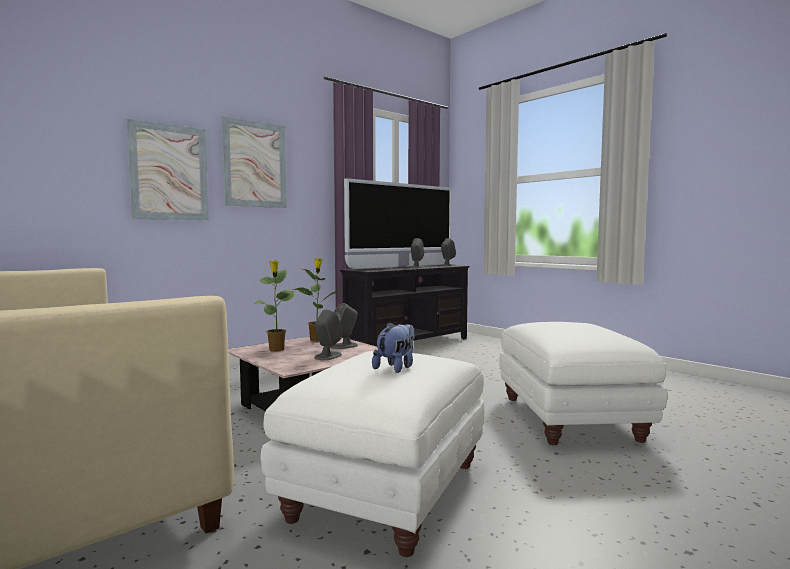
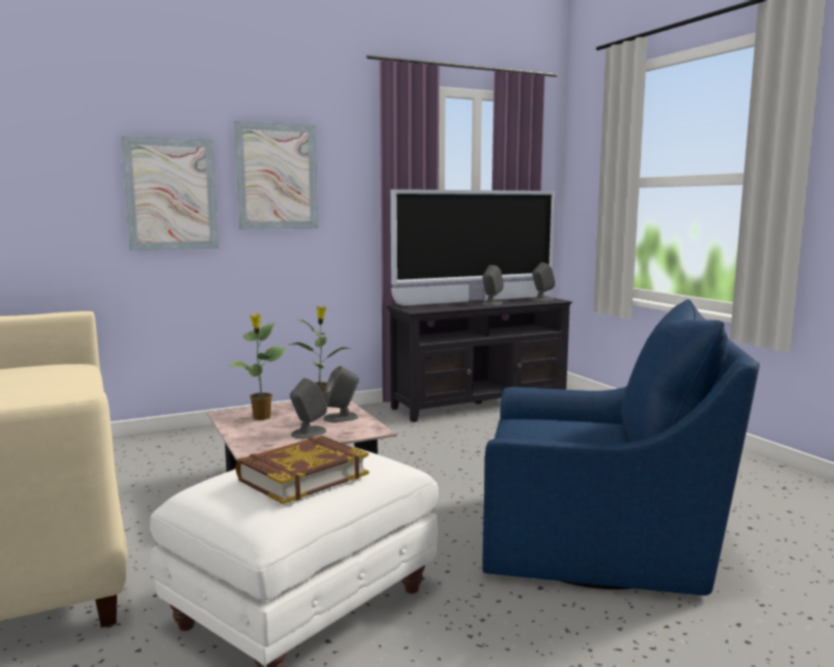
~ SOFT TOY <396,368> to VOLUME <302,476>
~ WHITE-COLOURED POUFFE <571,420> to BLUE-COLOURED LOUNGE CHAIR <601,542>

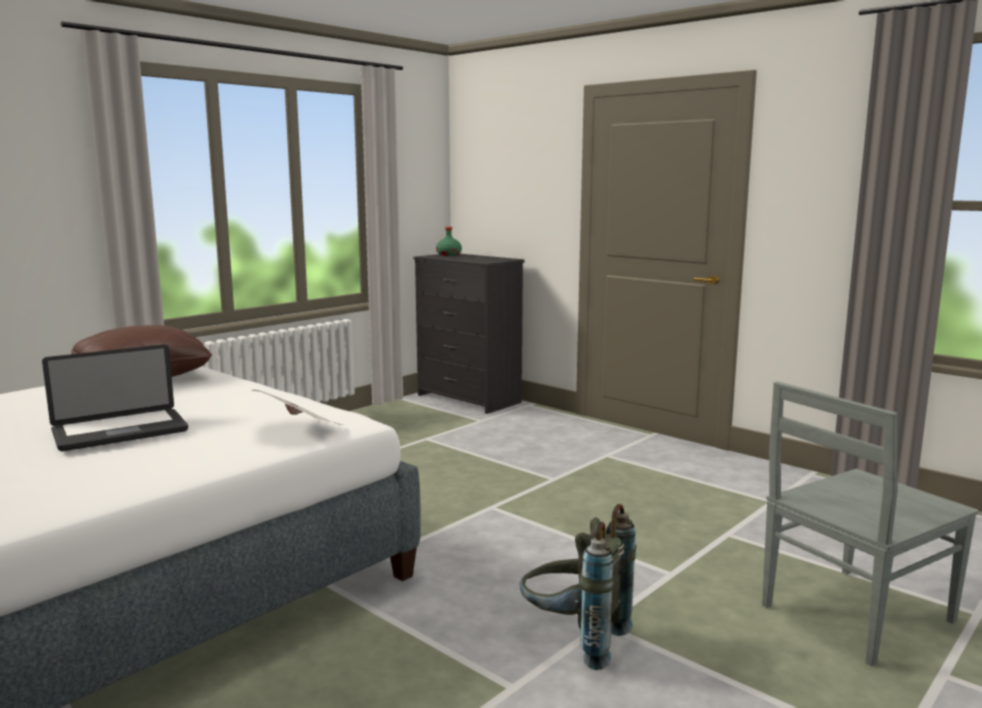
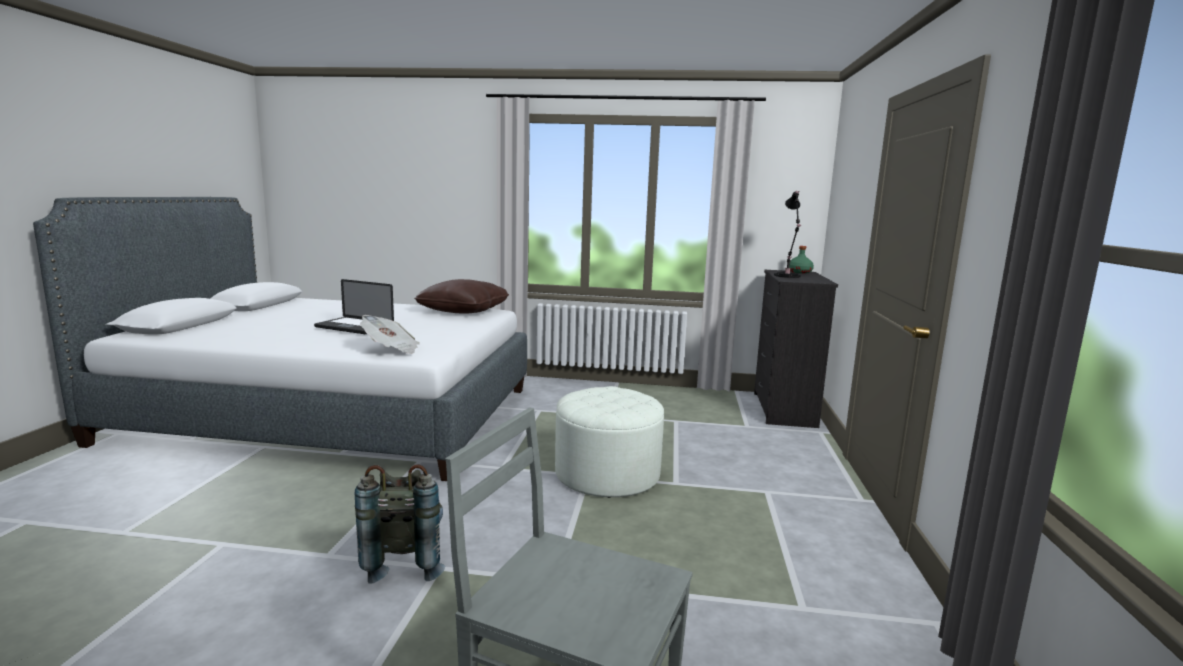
+ WHITE-COLOURED POUFFE <607,474>
+ BLACK-COLOURED TABLE LAMP <787,276>

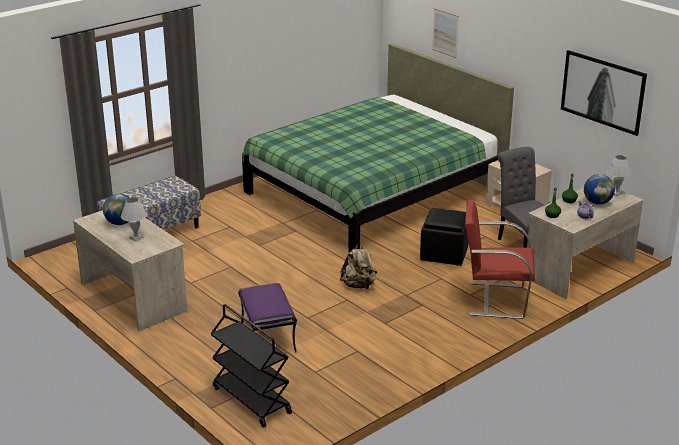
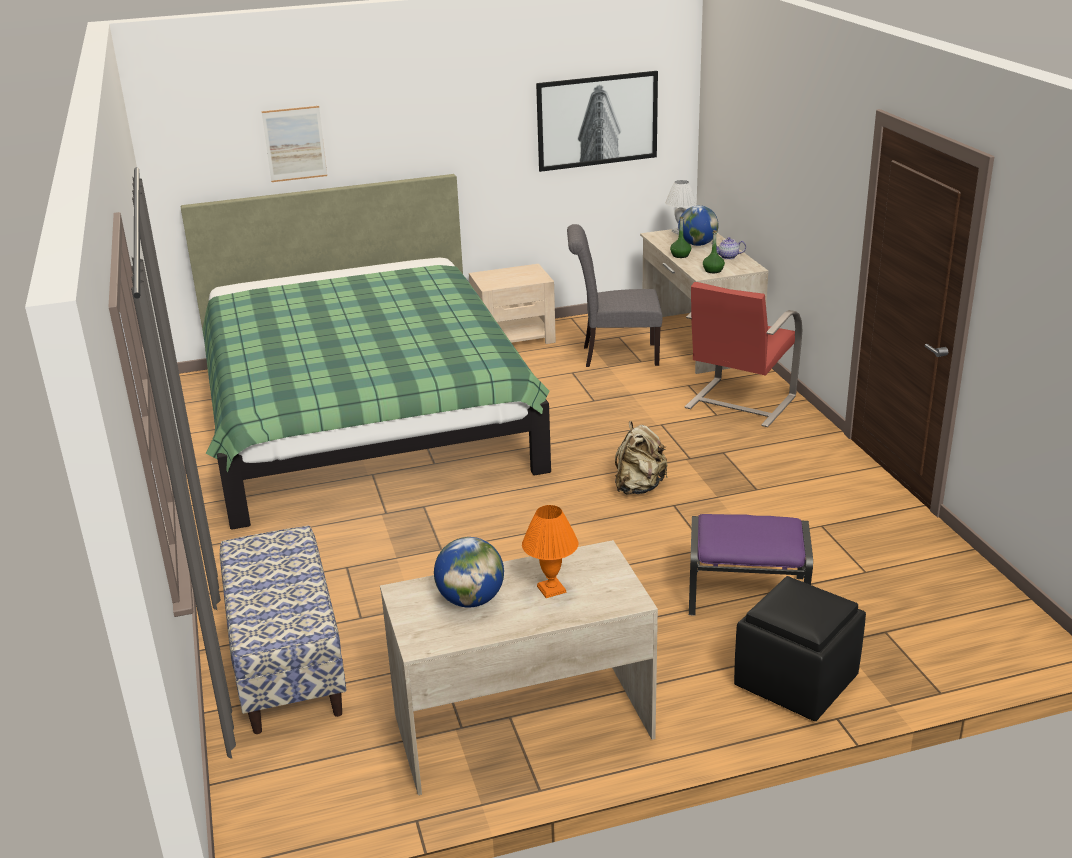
- BLACK-COLOURED TROLLEY <251,400>
~ BLACK-COLOURED POUFFE <443,254> to <796,682>
~ WHITE-COLOURED TABLE LAMP <136,238> to ORANGEY TABLE LAMP <552,589>

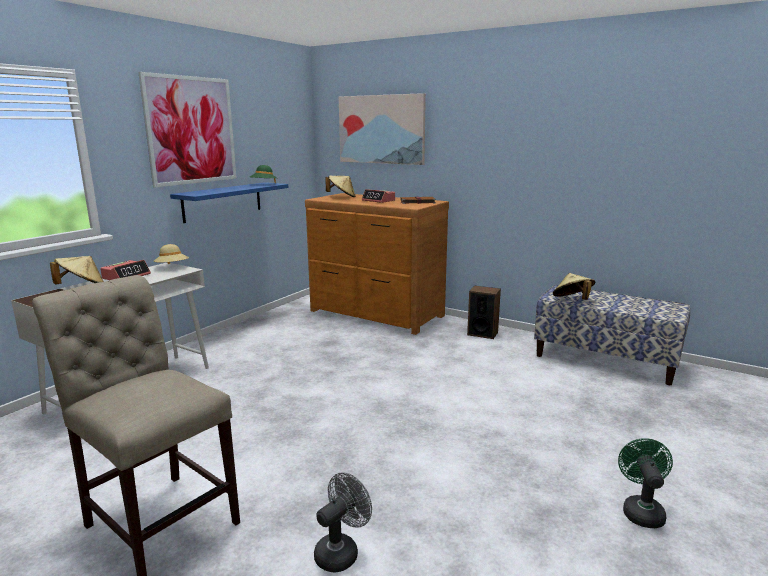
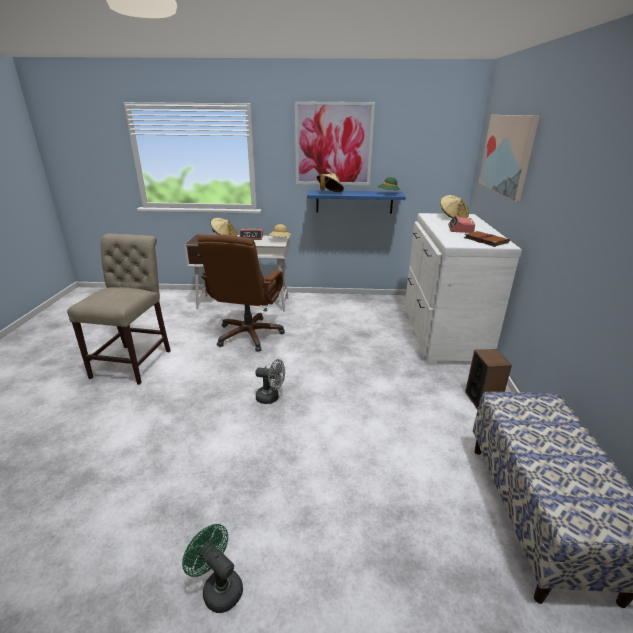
+ BROWN COMPUTER CHAIR <249,335>
~ GRAY FAN <341,551> to <271,397>
~ SAND-COLOURED WEARABLE HAT <572,300> to <329,193>
~ BROWN DRAWER CHEST <375,314> to WHITE-COLOURED DRAWER CHEST <441,333>
~ GREEN-COLOURED FAN <641,510> = <218,587> 120 degrees counterclockwise

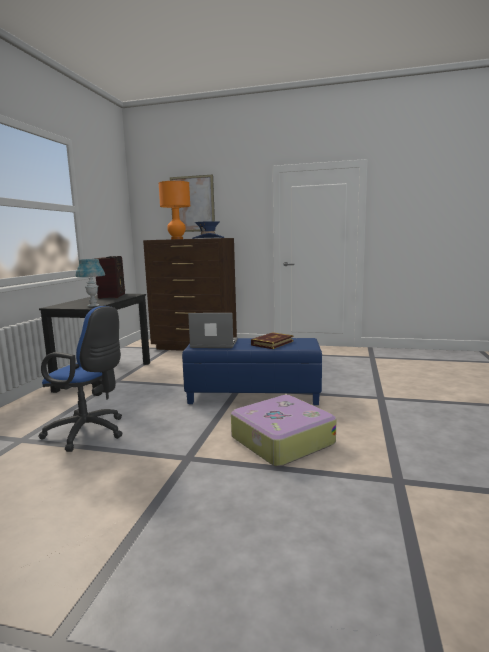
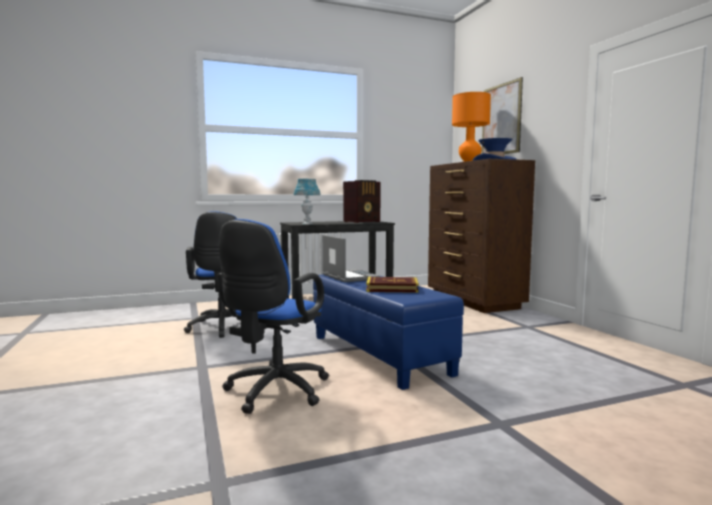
~ TRAVEL CASE <281,440> to BLUE-COLOURED COMPUTER CHAIR <273,393>

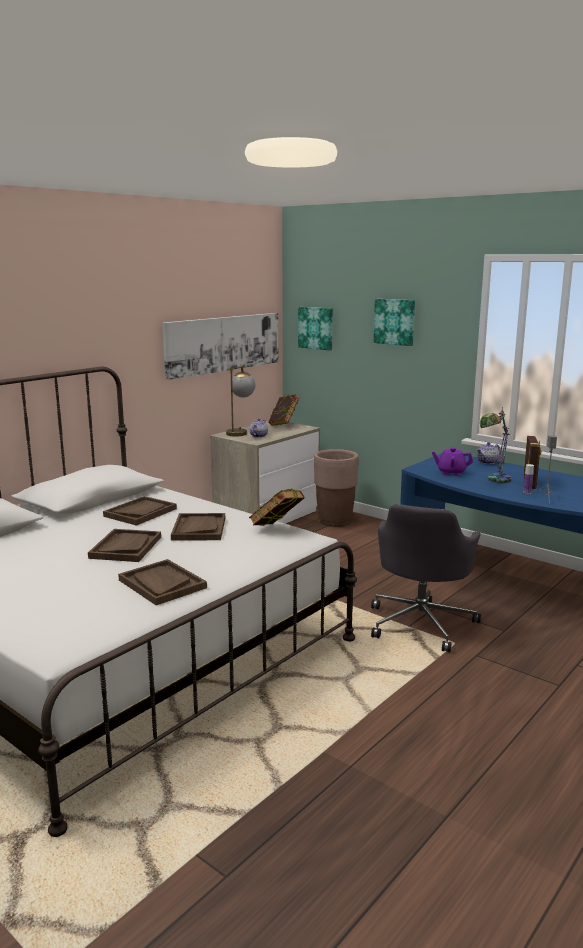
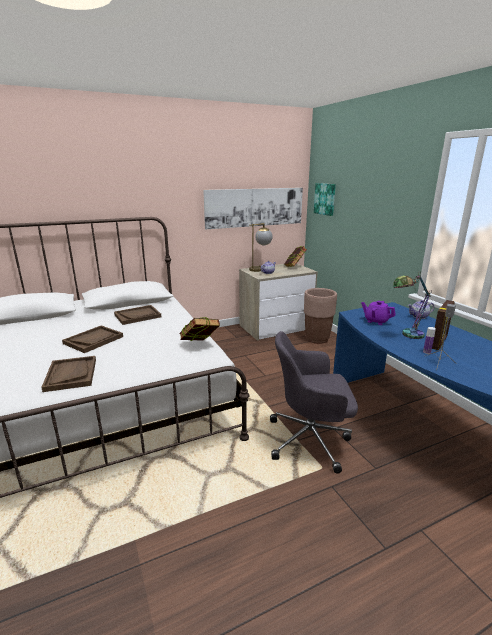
- BROWN SERVING TRAY <199,529>
- WALL ART <395,321>
~ GRAY COMPUTER CHAIR <421,623> = <310,440> 45 degrees clockwise

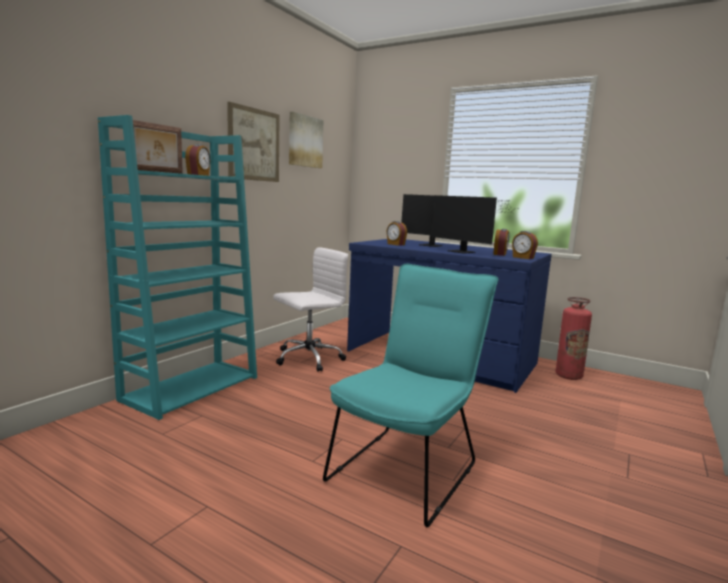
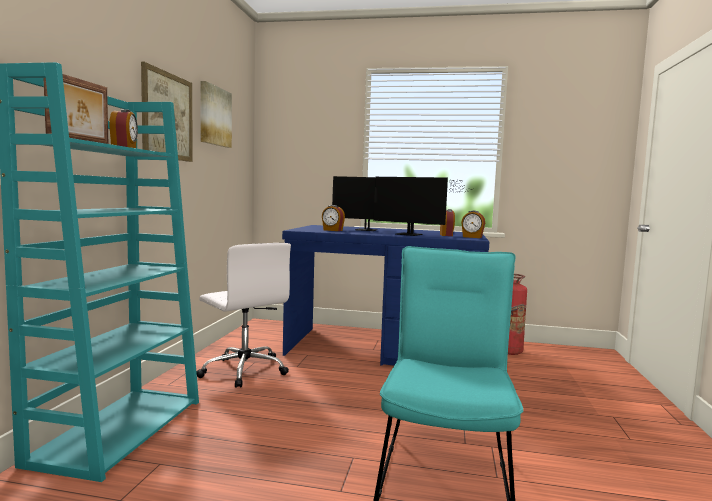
~ WHITE-COLOURED COMPUTER CHAIR <307,358> = <244,370> 105 degrees clockwise

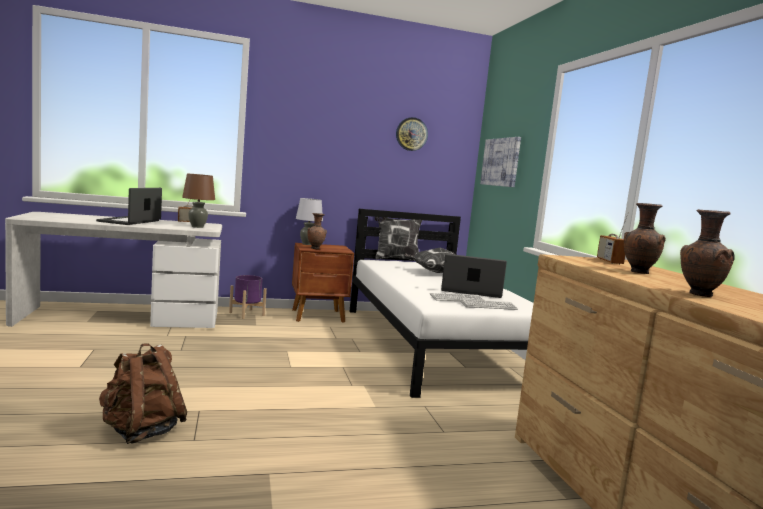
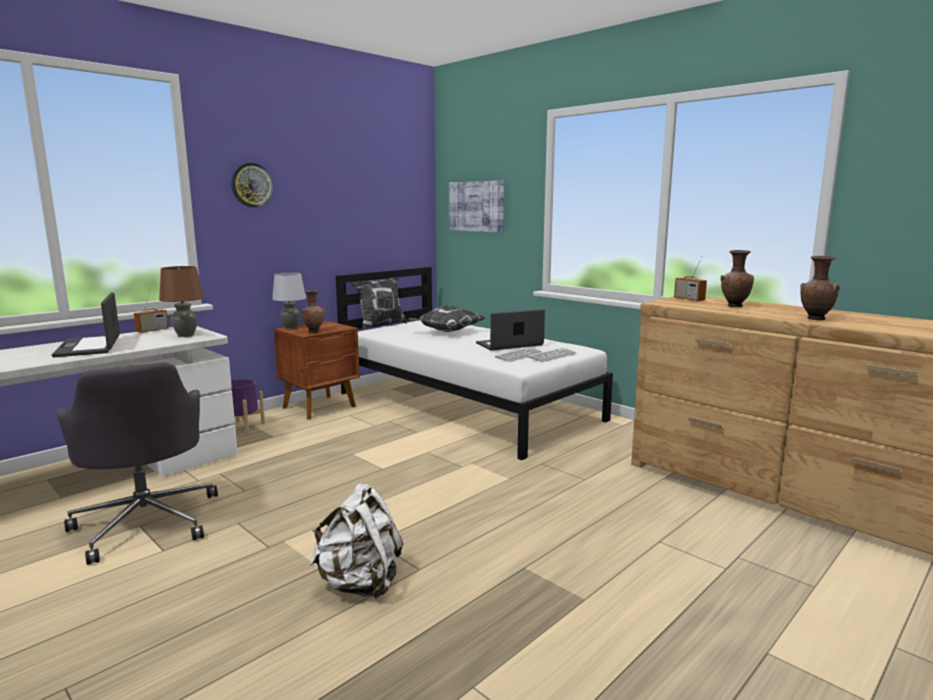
+ GRAY COMPUTER CHAIR <147,522>
~ CLOCK ON THE WALL <411,134> to <252,185>
~ BROWN KNAPSACK <141,431> to WHITE-COLOURED KNAPSACK <359,584>

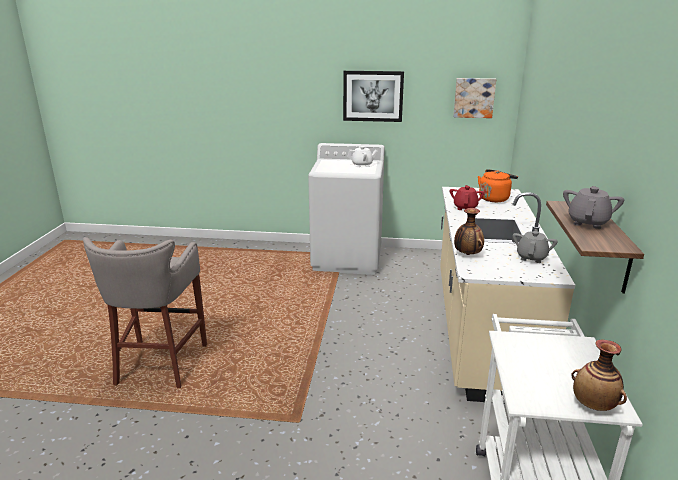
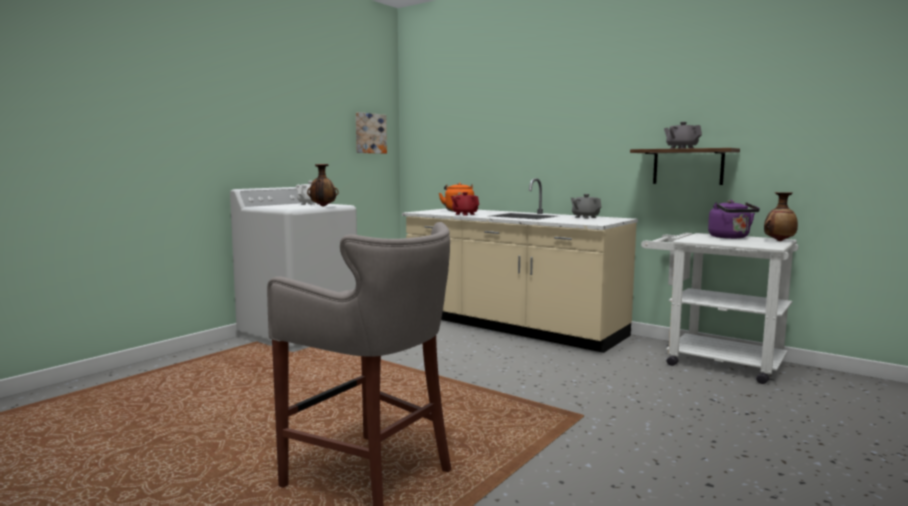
- WALL ART <373,96>
+ PURPLE WATER KETTLE <730,237>
~ DECORATIVE VASE <467,254> to <323,206>

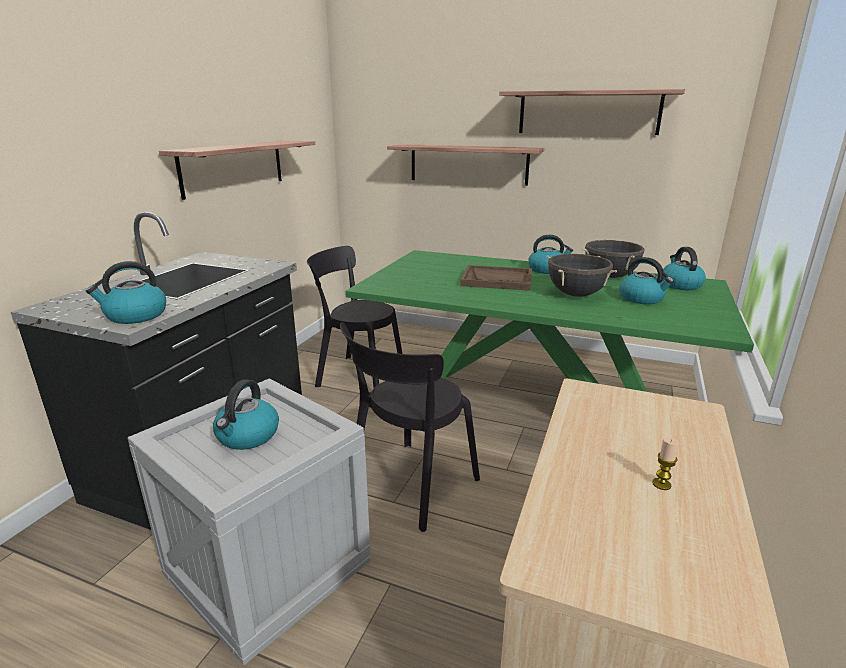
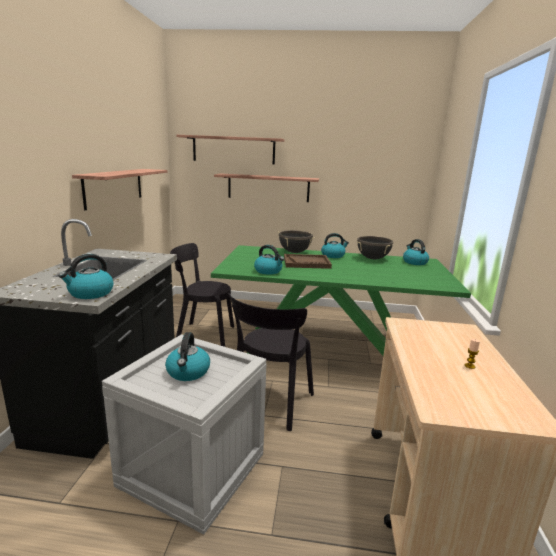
~ BRACKET SHELF <588,113> to <233,150>
~ BLACK-COLOURED SAUCEPOT <576,295> to <294,252>
~ WATER KETTLE <642,299> to <268,271>

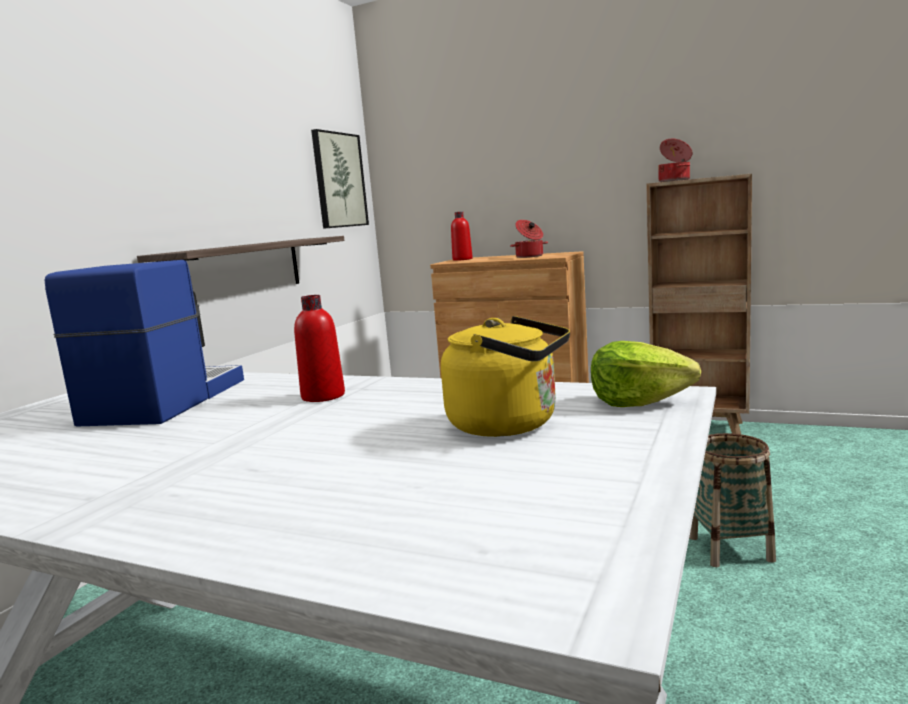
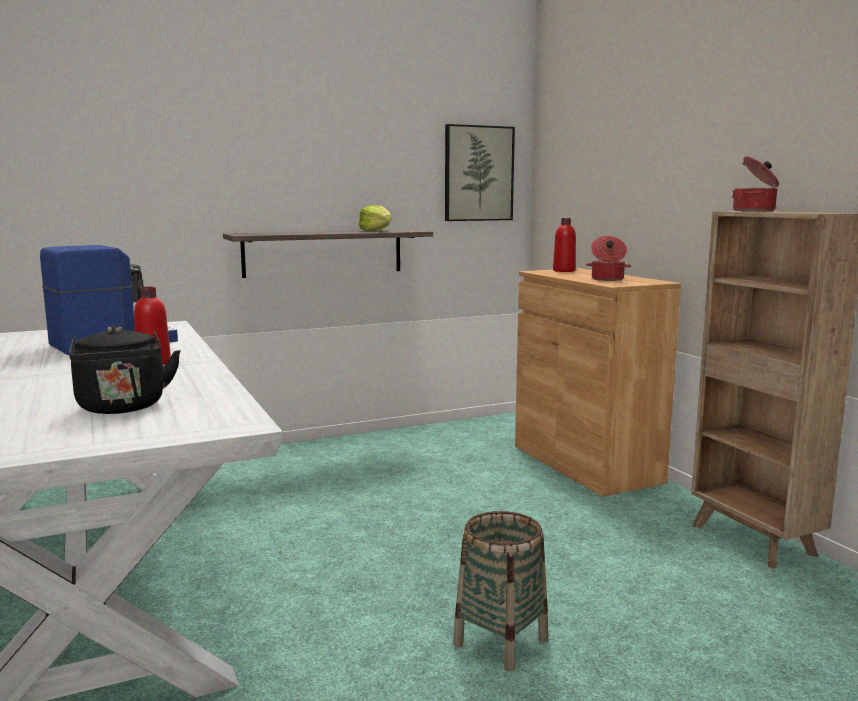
~ LETTUCE HEAD <638,401> to <376,231>
~ YELLOW-COLOURED WATER KETTLE <510,424> to BLACK-COLOURED WATER KETTLE <123,408>

